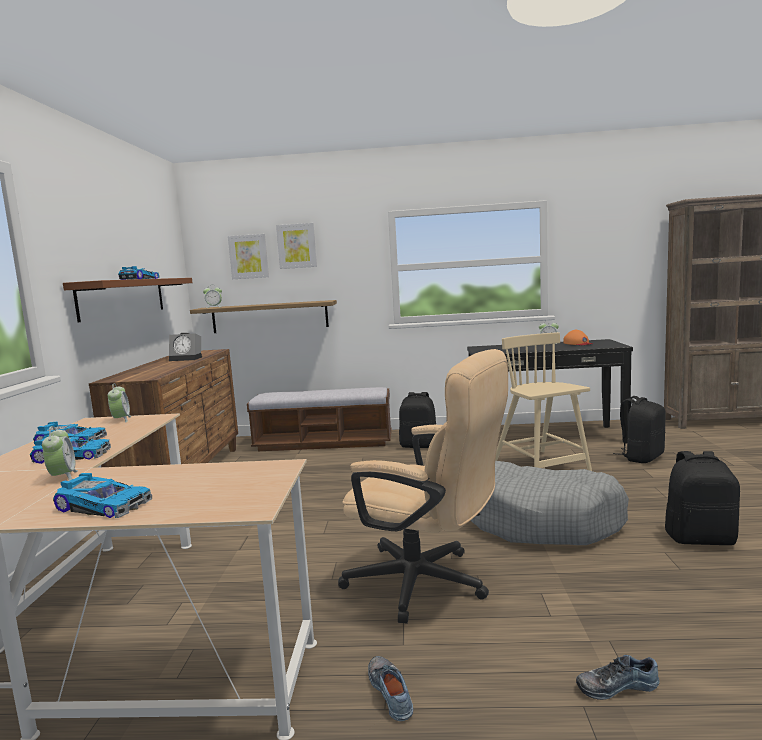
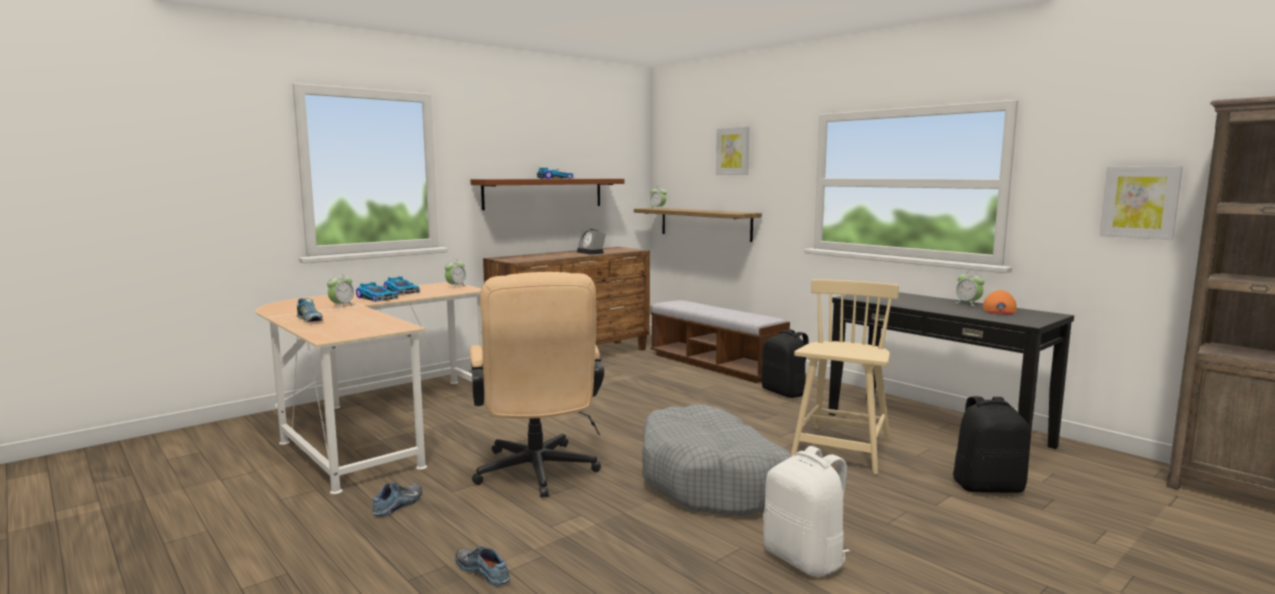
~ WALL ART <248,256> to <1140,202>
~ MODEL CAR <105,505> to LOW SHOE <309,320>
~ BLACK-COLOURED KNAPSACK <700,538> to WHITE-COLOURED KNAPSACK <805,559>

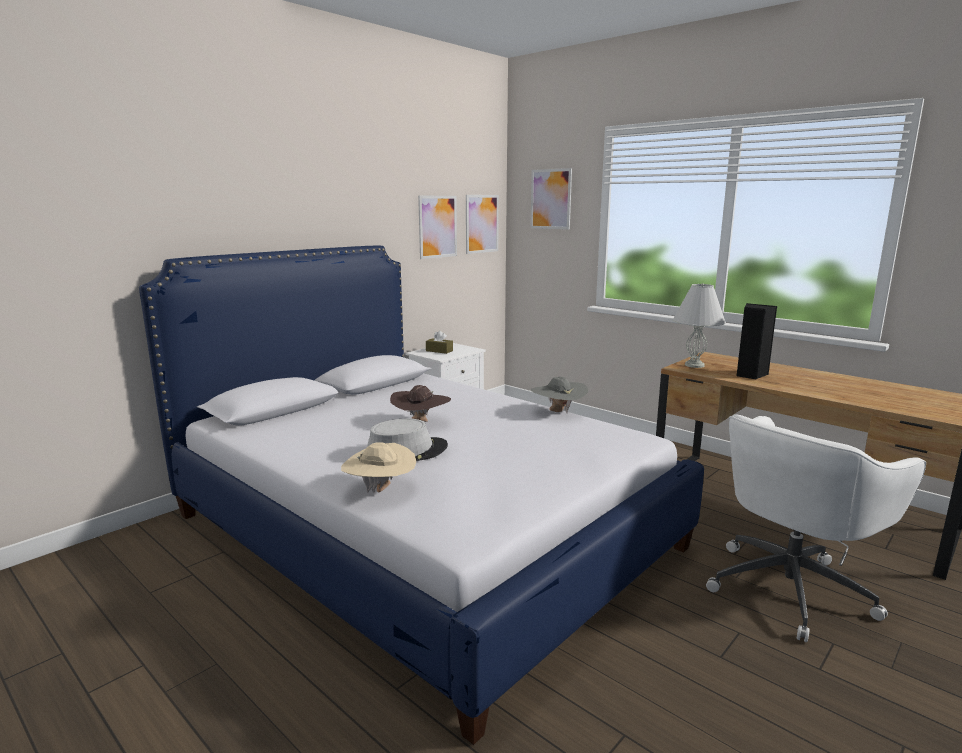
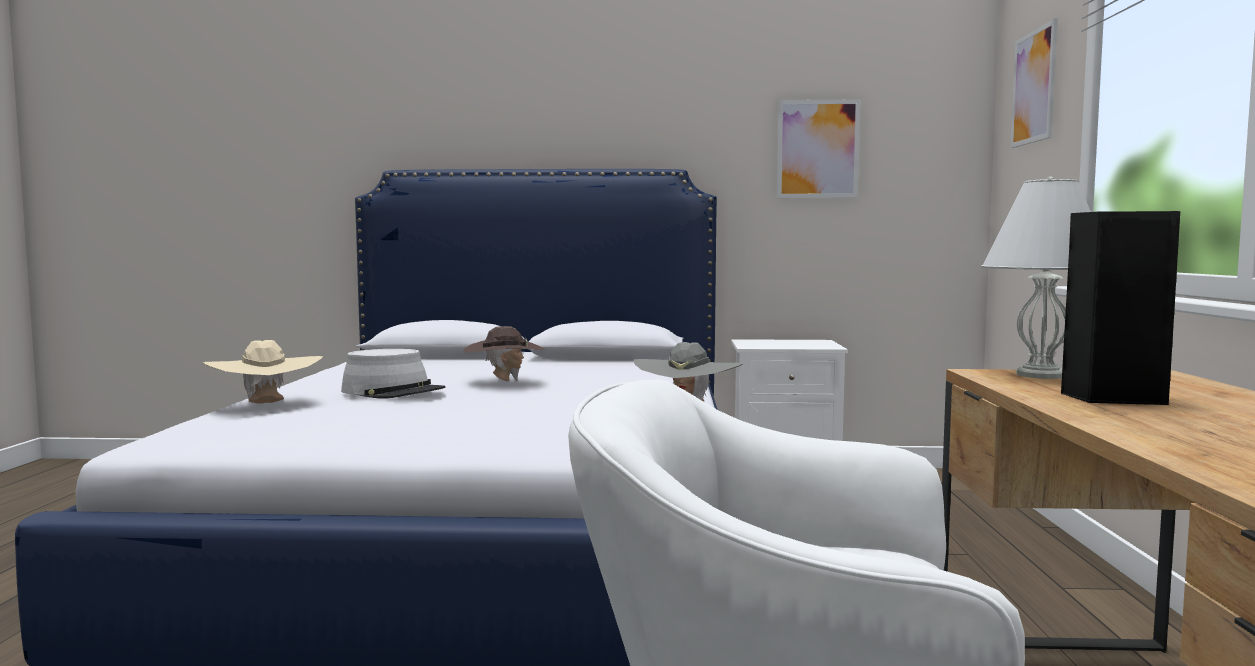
- BROWN BOX OF TISSUES <439,351>
- WALL ART <482,224>

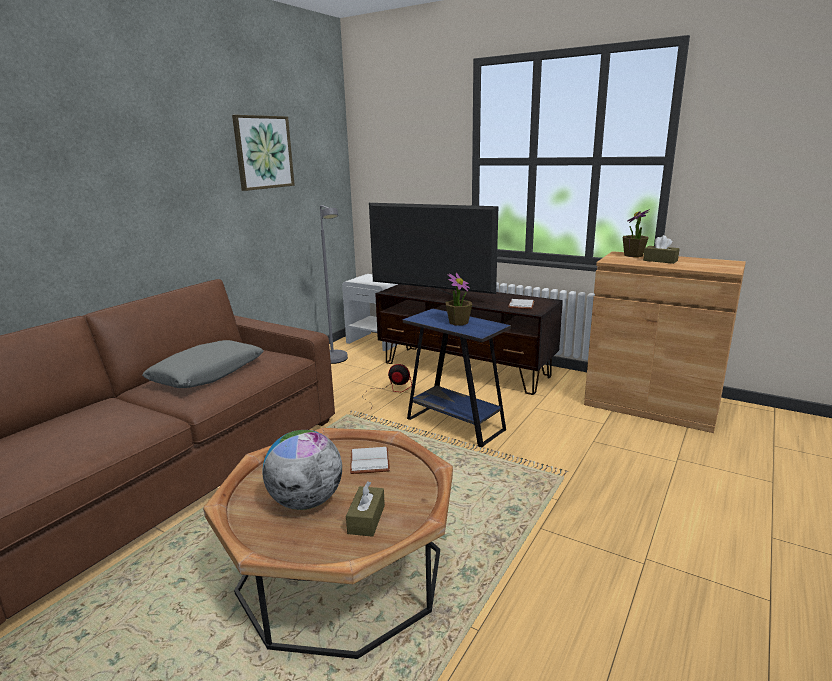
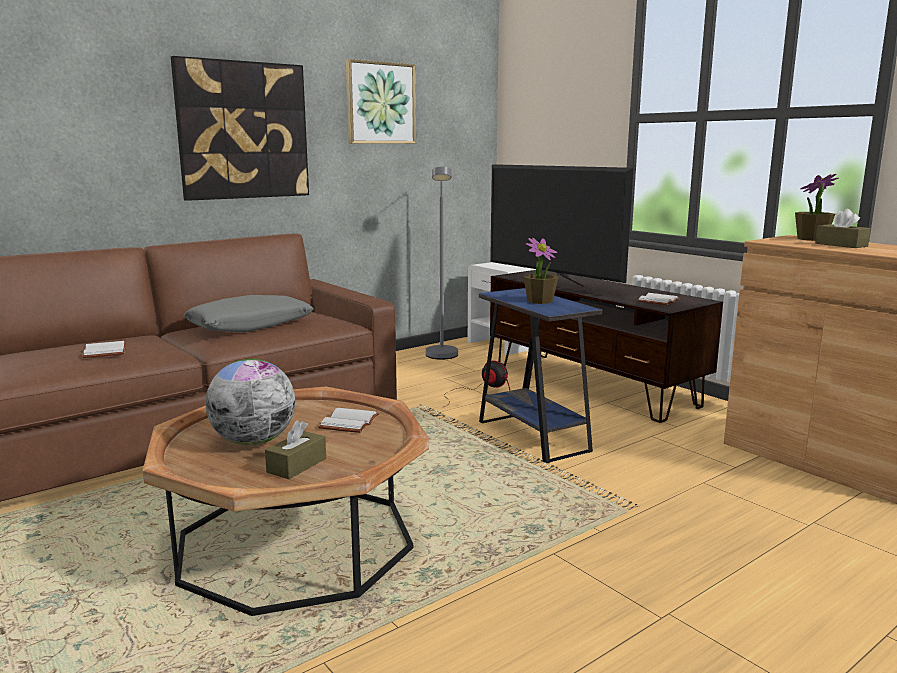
+ WHITE-COLOURED VOLUME <103,351>
+ WALL ART <243,131>

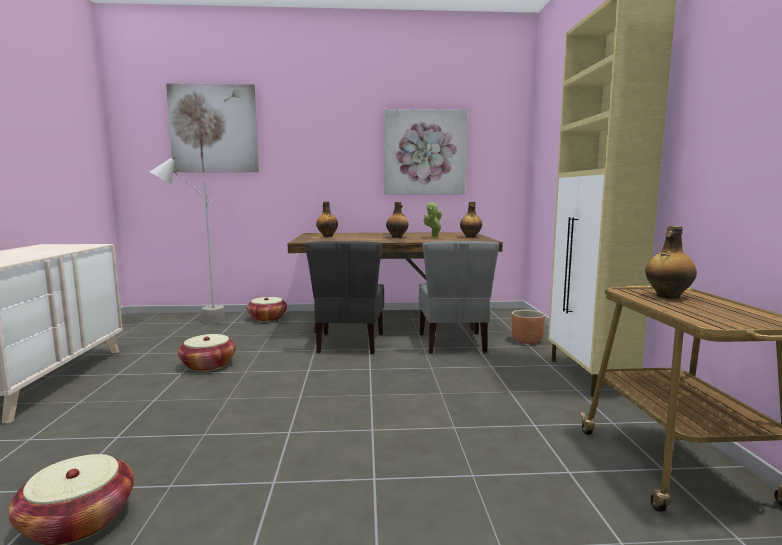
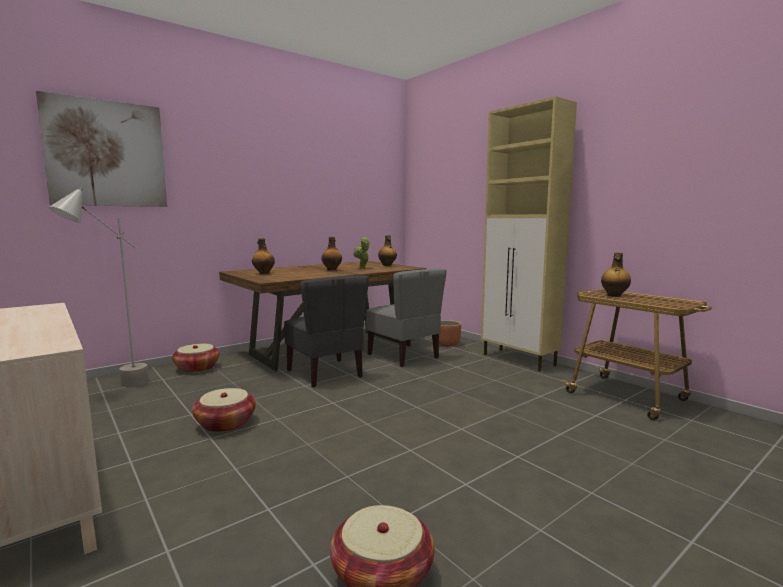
- WALL ART <424,152>

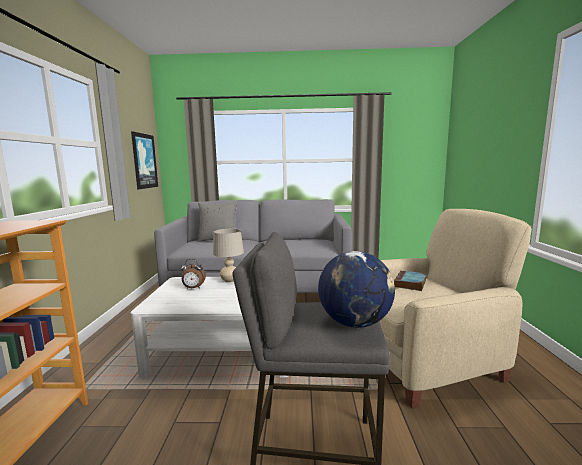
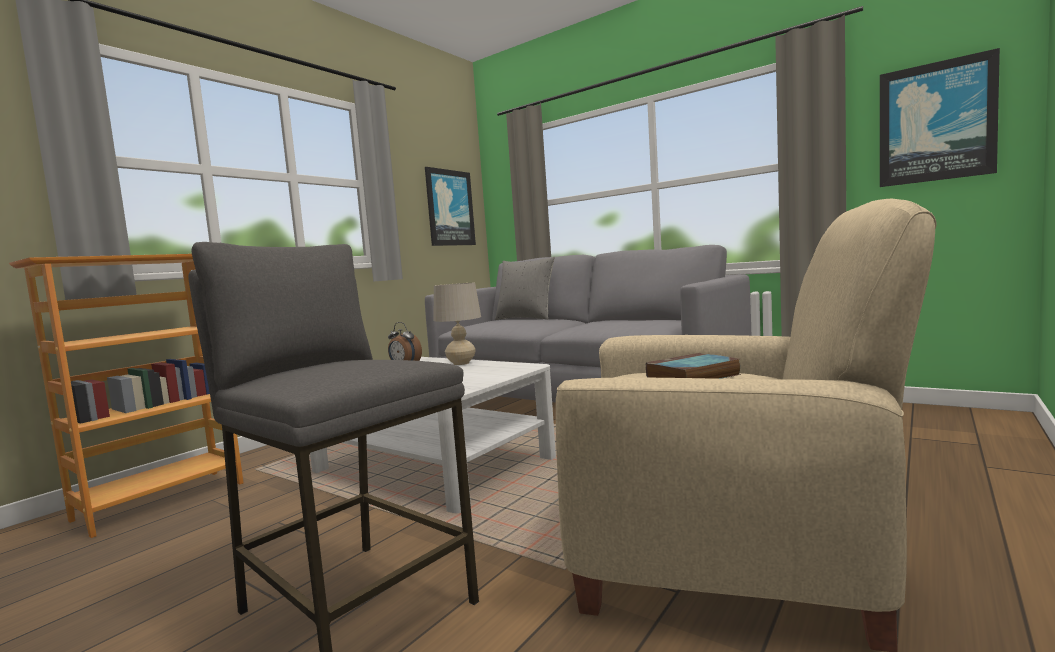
- DESK GLOBE <355,323>
+ WALL ART <935,122>

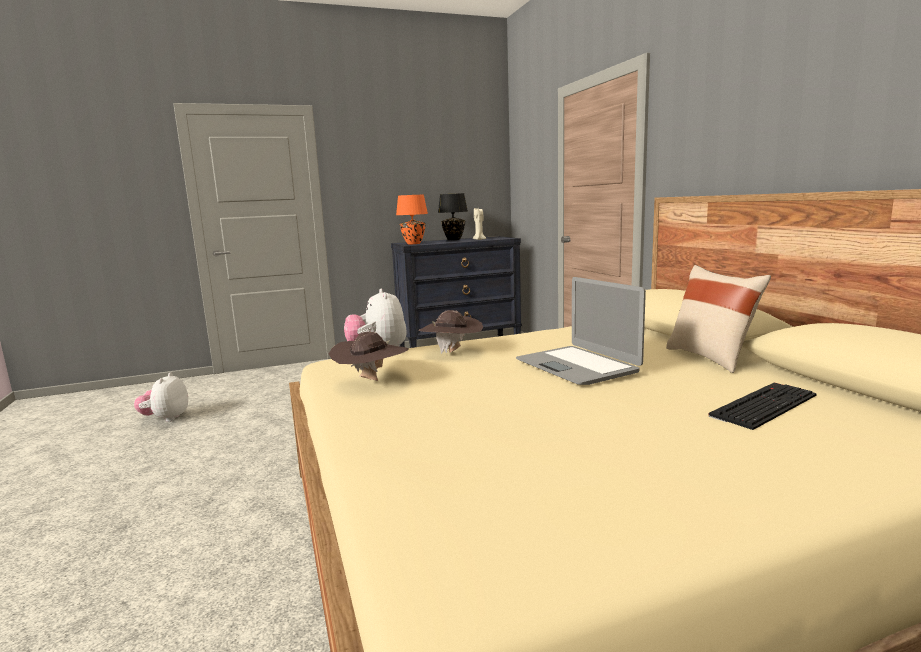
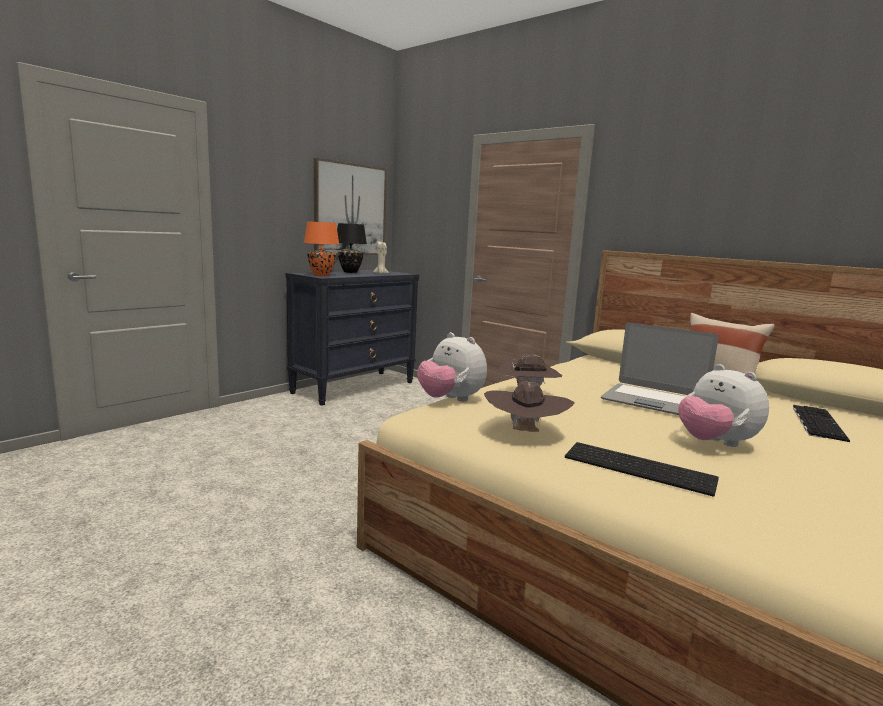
+ WALL ART <350,210>
+ PC KEYBOARD <640,467>
~ SOFT TOY <166,419> to <715,443>

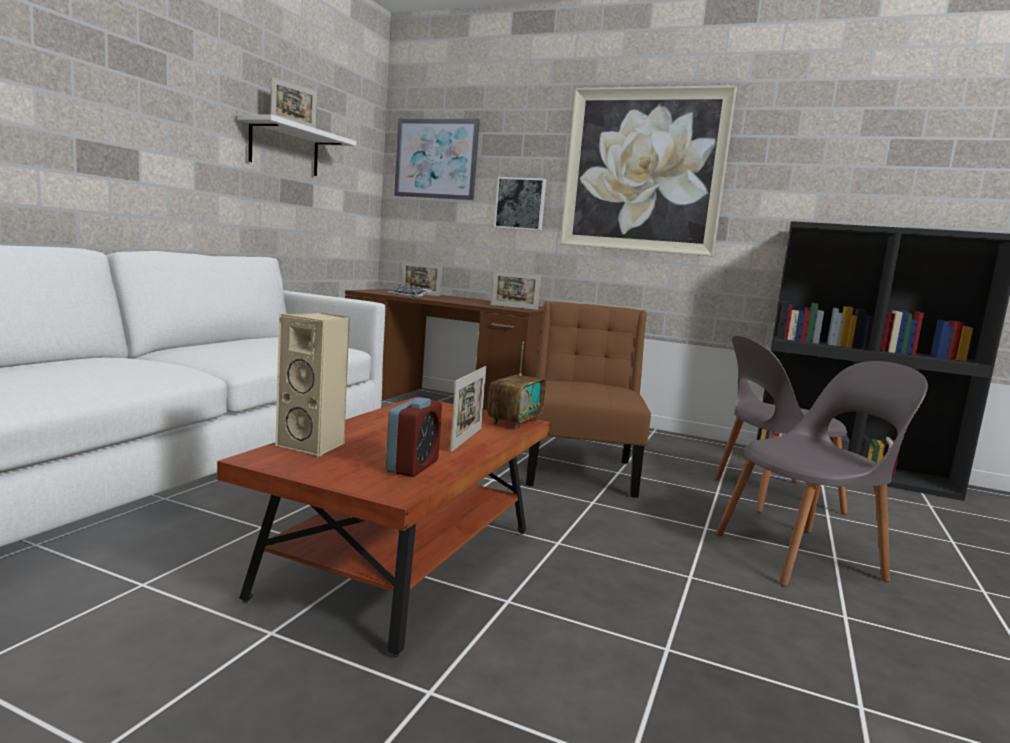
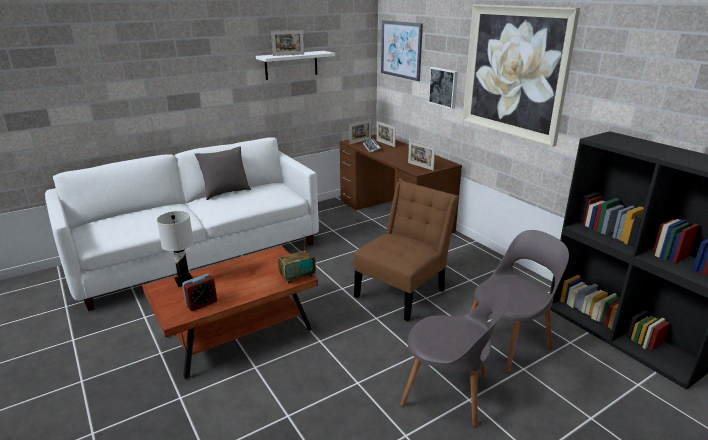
+ GRAY PILLOW <226,193>
~ PICTURE FRAME <466,439> to <360,141>
~ SAND-COLOURED SPEAKER <314,446> to WHITE-COLOURED TABLE LAMP <184,281>
~ GRAY PLAIN CHAIR <771,495> = <508,341> 120 degrees clockwise

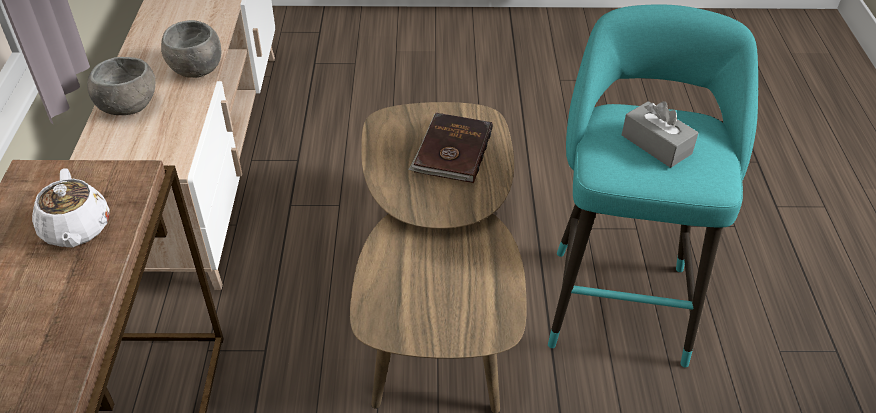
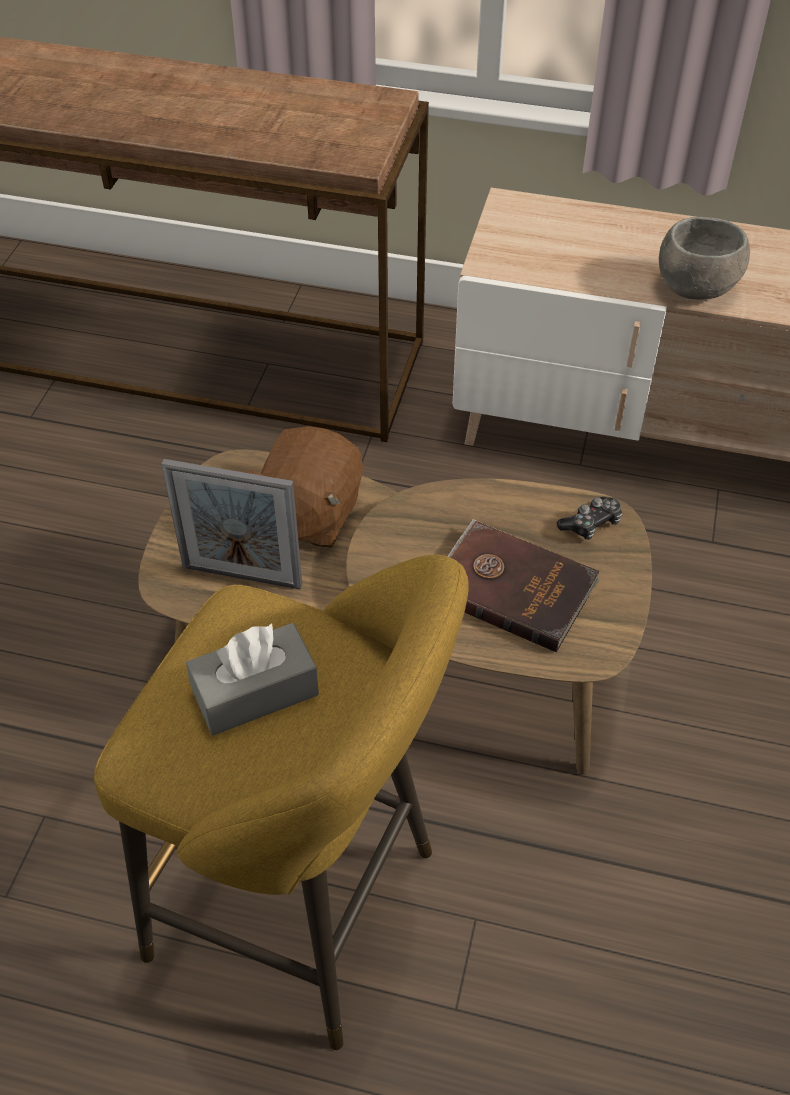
- WHITE-COLOURED POT FOR TEA <76,230>
- GRAY SERVING BOWL <127,107>
+ PICTURE FRAME <242,576>
+ BROWN SOFT TOY <308,514>
+ GAMEPAD <591,524>
~ TURQUOISE STOOL <618,297> to YELLOW-COLOURED STOOL <307,910>

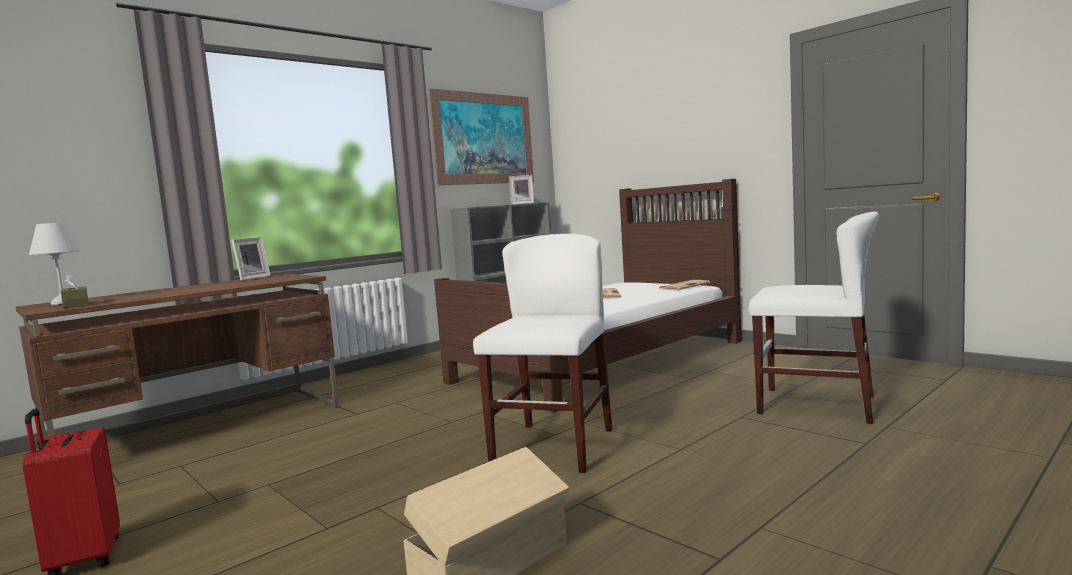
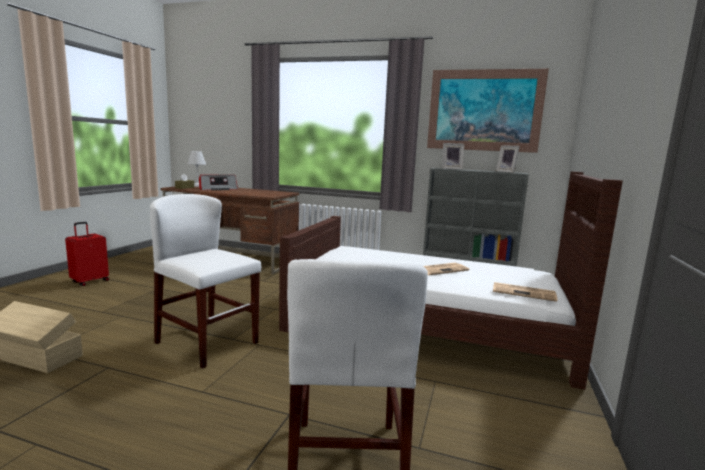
+ RADIO RECEIVER <217,189>
~ PICTURE FRAME <251,278> to <451,169>
~ WHITE-COLOURED PLAIN CHAIR <553,447> = <207,342> 135 degrees counterclockwise

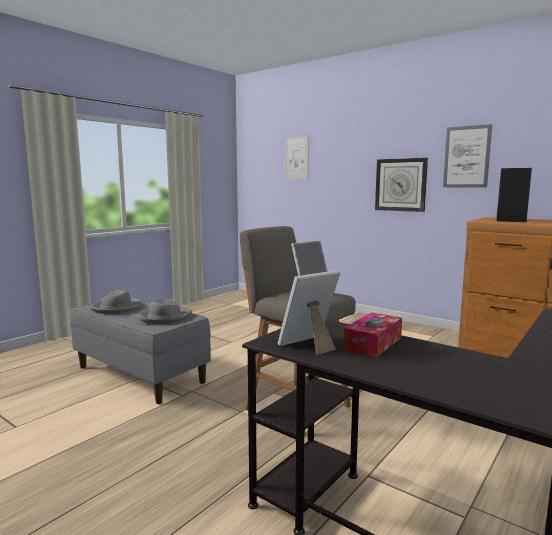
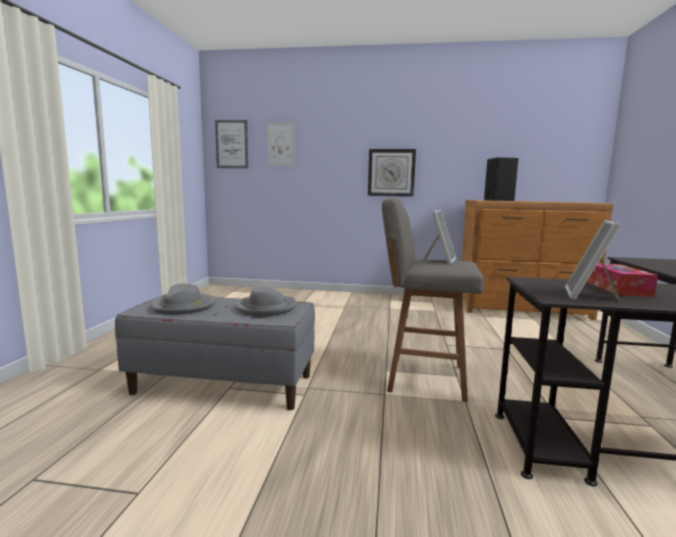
~ WALL ART <466,157> to <232,144>

